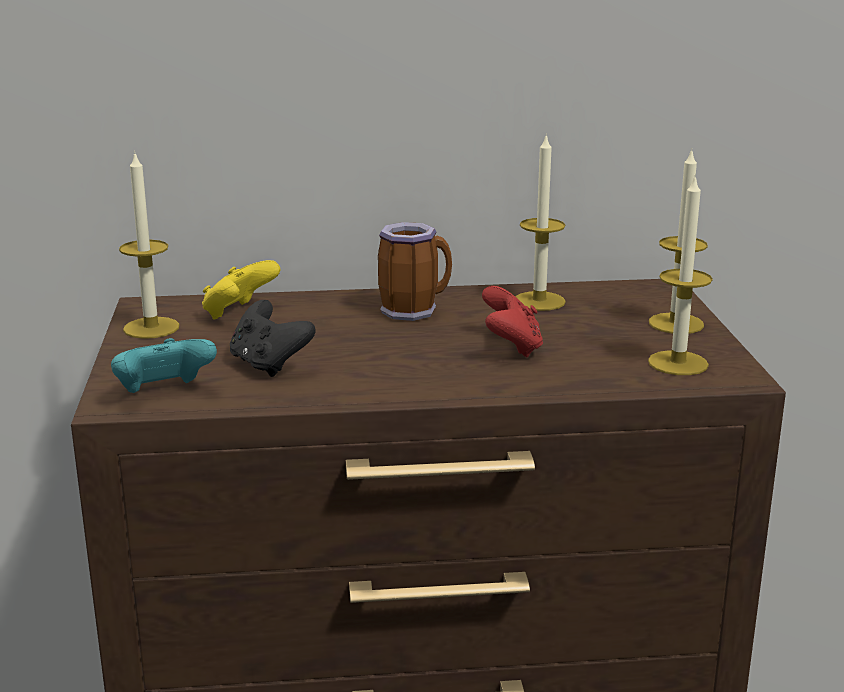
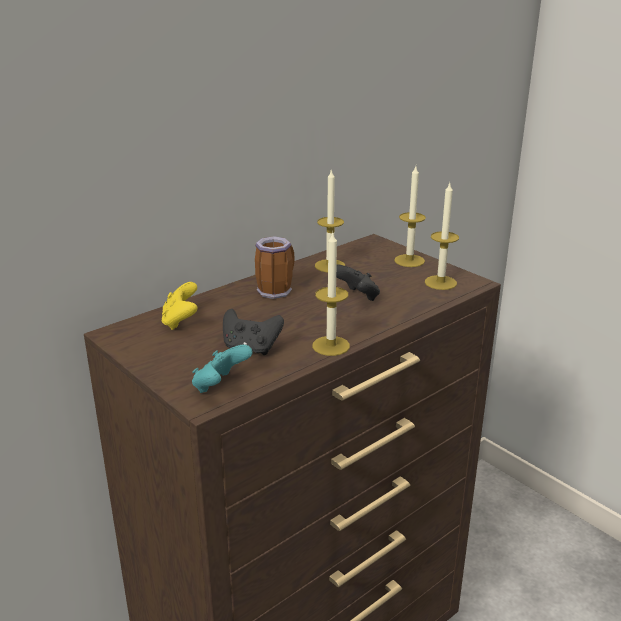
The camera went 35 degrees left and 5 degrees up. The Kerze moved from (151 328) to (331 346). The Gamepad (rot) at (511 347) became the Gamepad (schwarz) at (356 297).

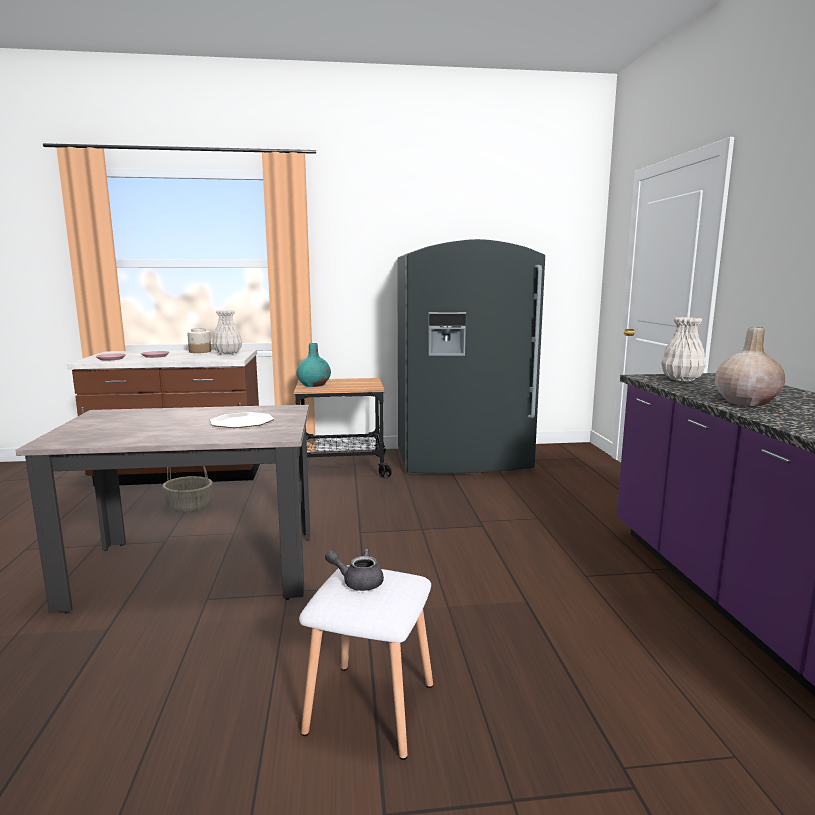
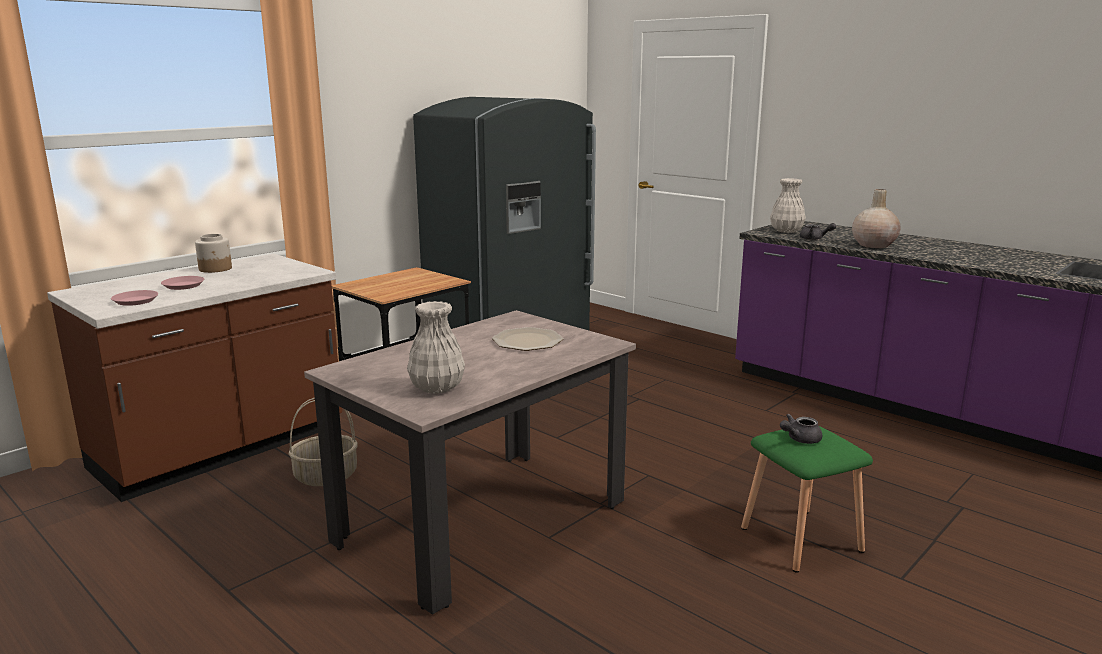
The camera went 40 degrees left and 5 degrees up. The Vase (türkis) at (314 385) disappeared. The Teekanne (grau) at (814 239) appeared. The Vase (weiß) moved from (227 353) to (436 388). The Hocker (weiß) at (368 708) became the Hocker (grün) at (800 540).

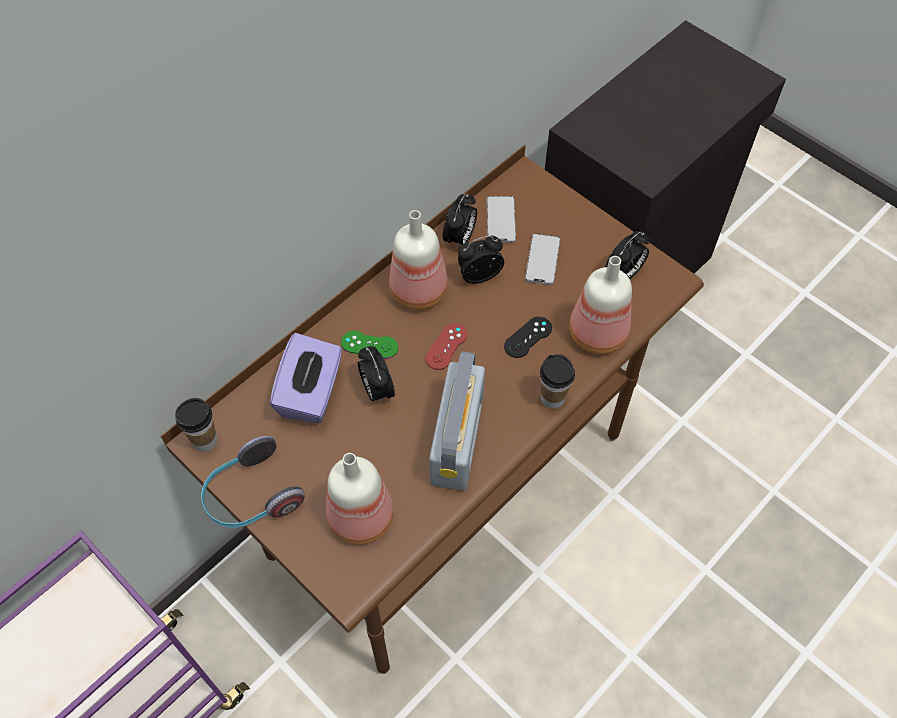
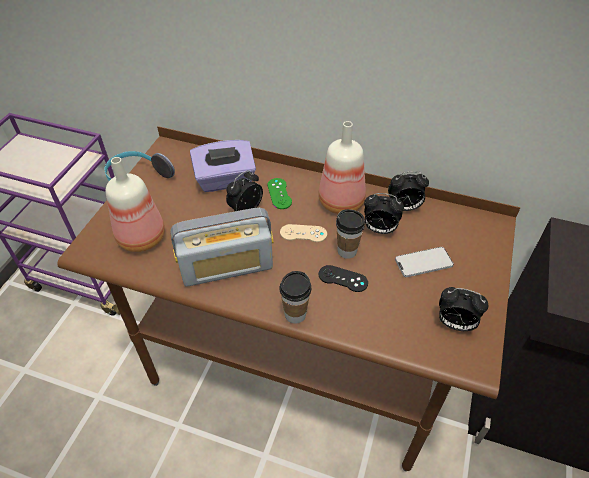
The camera went 65 degrees right and 10 degrees down. The Handy at (501 220) disappeared. The Flasche at (596 332) disappeared. The Tasse moved from (205 440) to (347 251). The Gamepad (rot) at (446 346) became the Gamepad (beige) at (303 233). The Wecker at (479 275) turned 150 degrees clockwise.

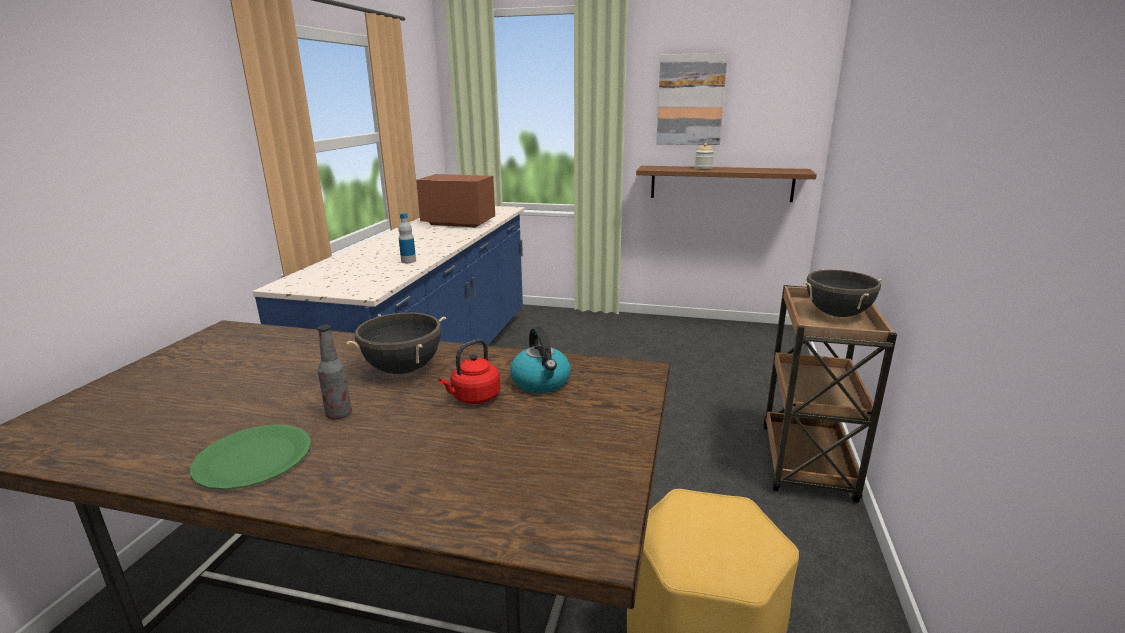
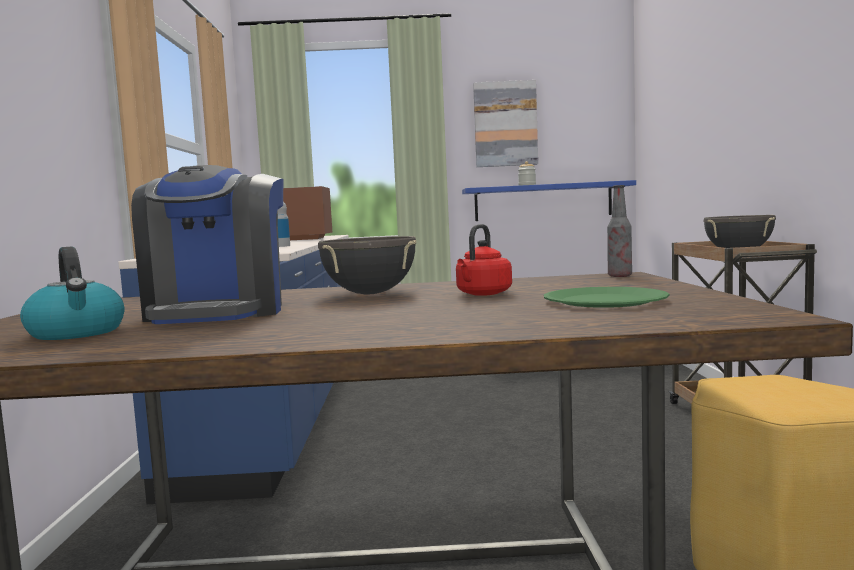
The camera went 15 degrees left and 15 degrees down. The Kaffeemaschine at (219 312) appeared. The Teller (grün) moved from (253 458) to (604 301). The Flasche moved from (339 414) to (619 276). The Wasserkessel moved from (541 382) to (77 333). The Wandregal (braun) at (721 183) became the Wandregal (blau) at (543 202).

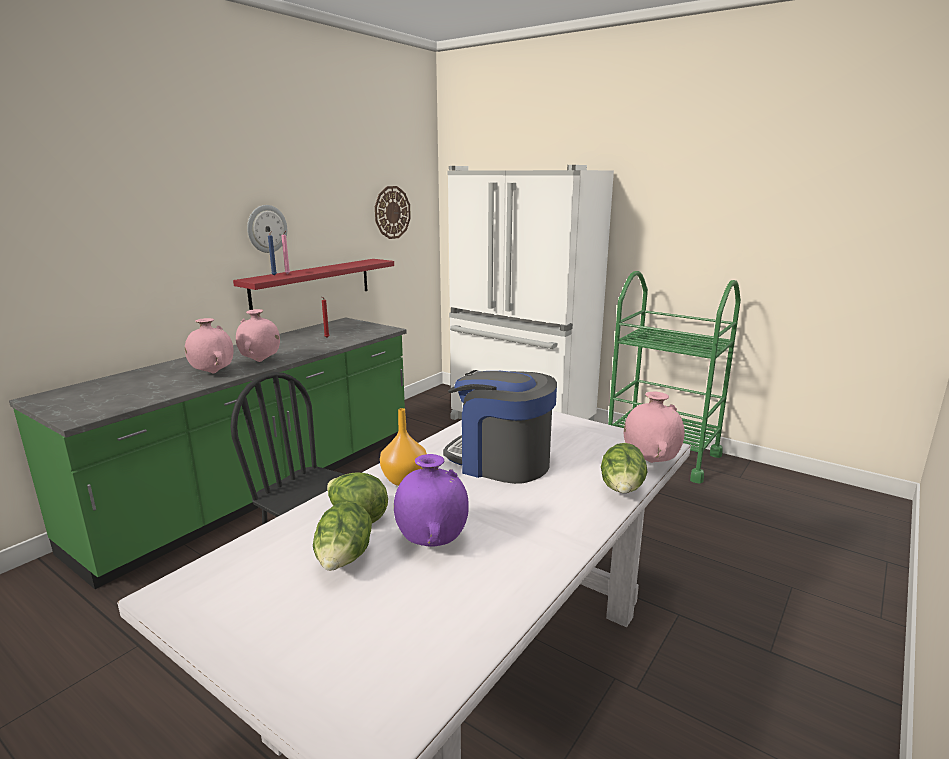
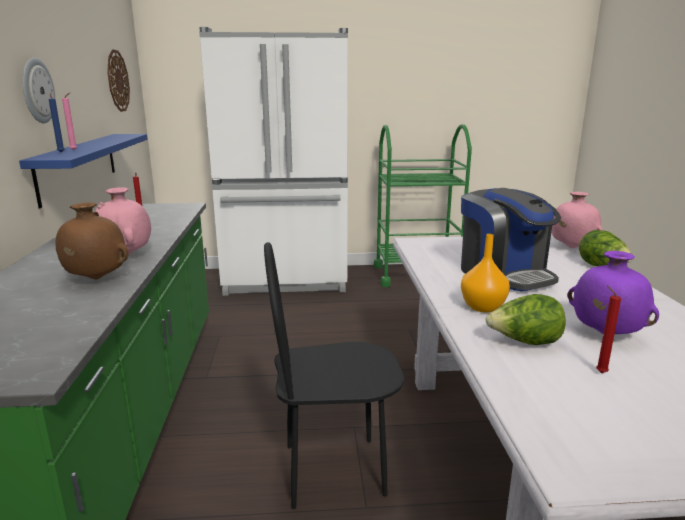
The camera went 40 degrees left and 0 degrees up. The Salatkopf at (344 561) was replaced by the Kerze (rot) at (599 372). The Vase (rosa) at (213 373) became the Vase (braun) at (96 279). The Wandregal (rot) at (312 285) became the Wandregal (blau) at (78 166). The Kaffeemaschine at (500 461) turned 105 degrees counterclockwise.

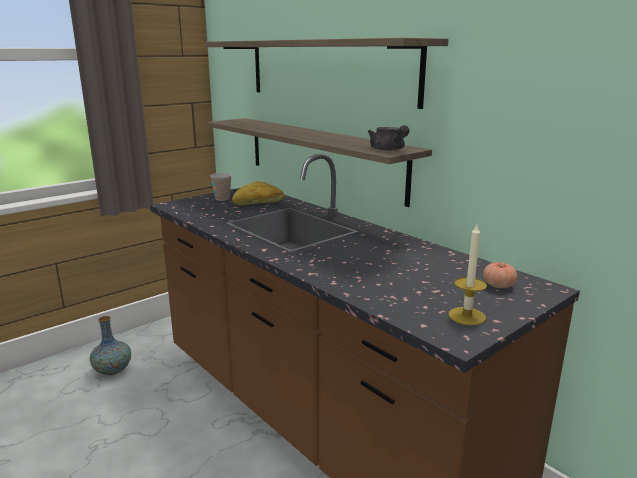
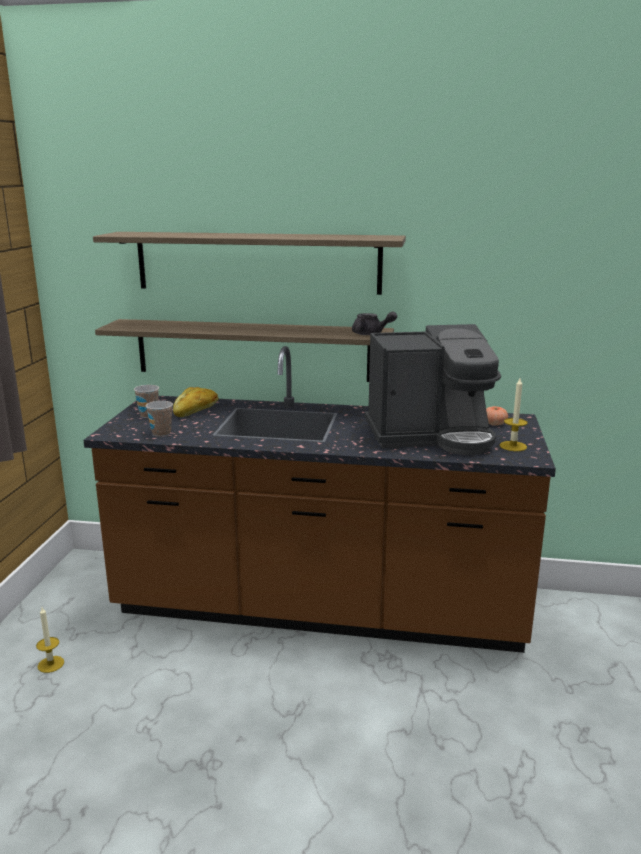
The camera went 40 degrees left and 0 degrees up. The Tasse at (161 433) appeared. The Kaffeemaschine at (431 436) appeared. The Vase at (113 370) was replaced by the Kerze at (51 664).

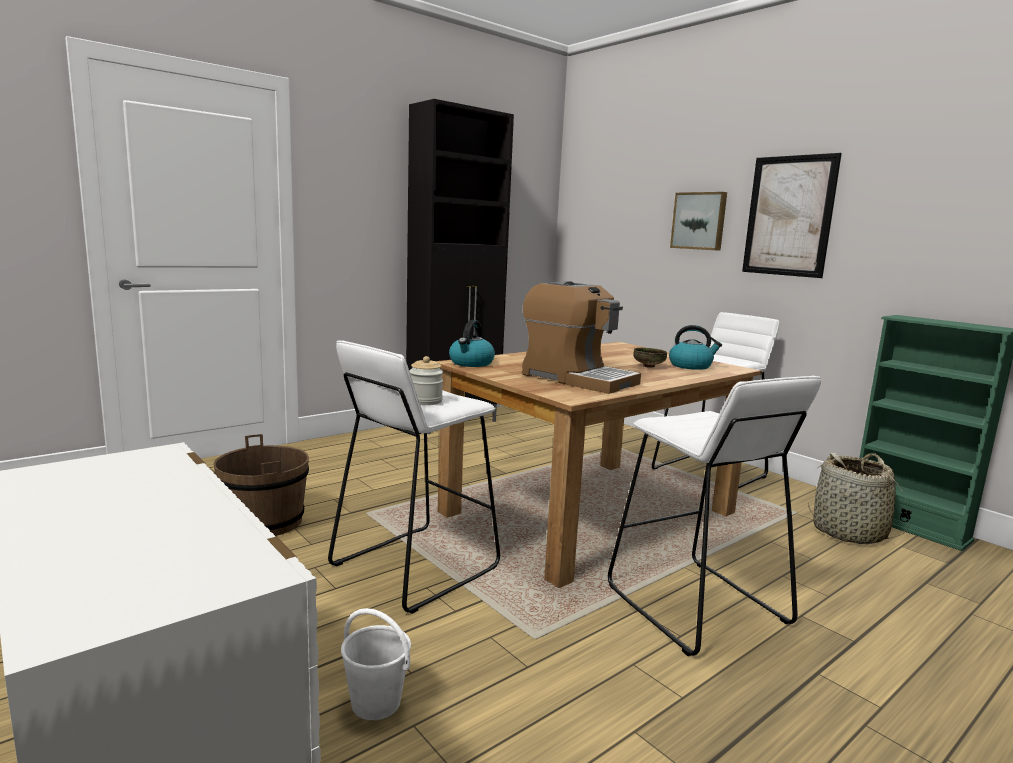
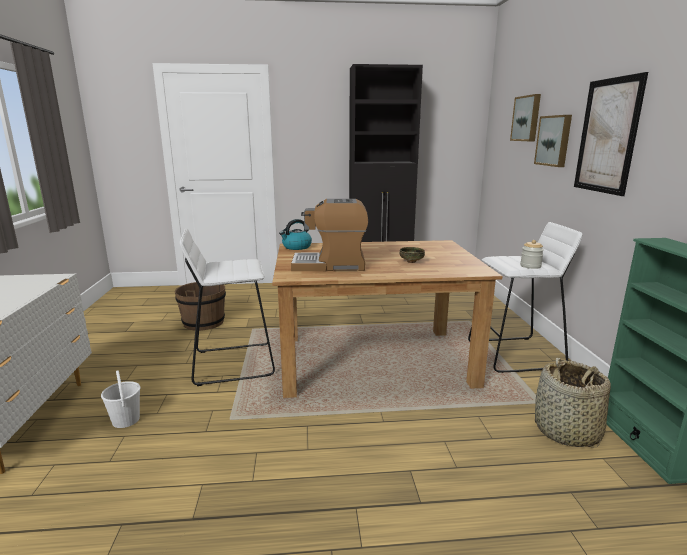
The camera went 35 degrees right and 5 degrees up. The Hocker (weiß) at (695 606) disappeared. The Wasserkessel at (691 366) disappeared. The Bild at (527 118) appeared. The Vorratsglas moved from (425 401) to (530 266). The Kaffeemaschine at (577 379) turned 105 degrees clockwise.

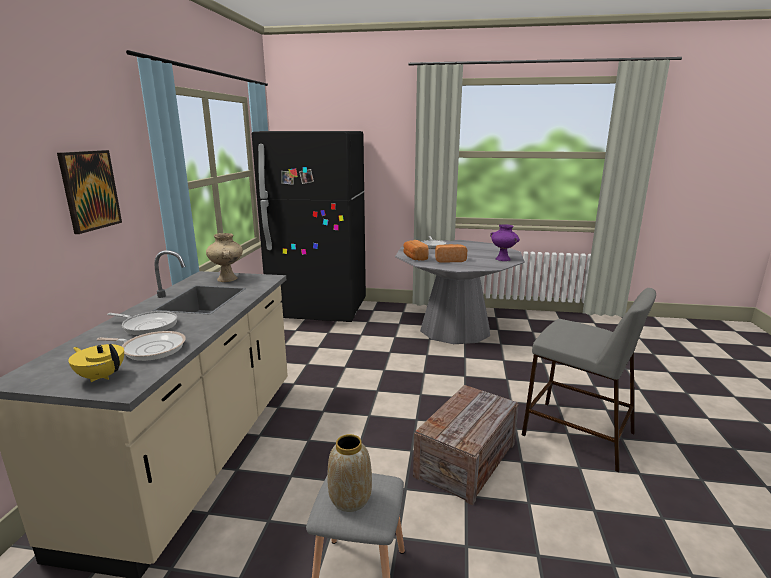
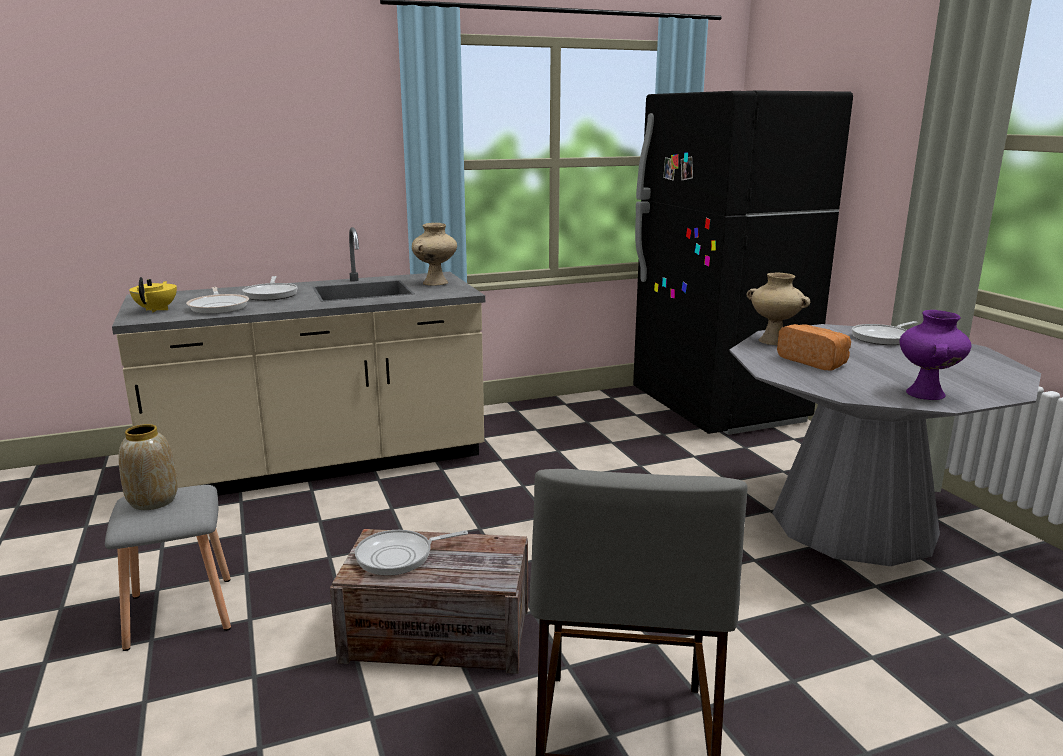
The camera went 60 degrees right and 0 degrees up. The Bild at (90 190) disappeared. The Pfanne at (399 556) appeared. The Brot at (414 257) was replaced by the Vase (beige) at (774 341).

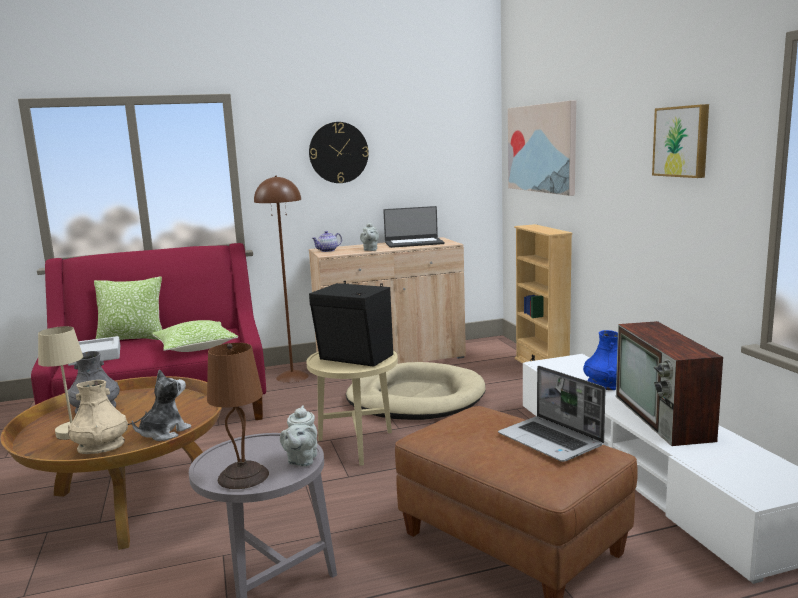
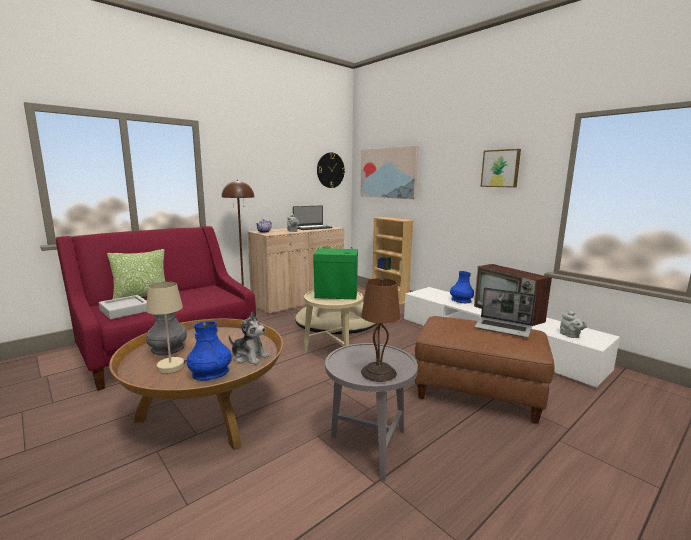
The camera went 25 degrees left and 0 degrees up. The Kissen at (195 347) disappeared. The Teekanne (grau) moved from (301 460) to (570 336). The Wanduhr moved from (338 152) to (330 170). The Vase (beige) at (101 447) became the Vase (blau) at (210 373). The Lautsprecher (schwarz) at (355 358) became the Lautsprecher (grün) at (337 295). The Plüschtier at (164 433) turned 105 degrees clockwise.

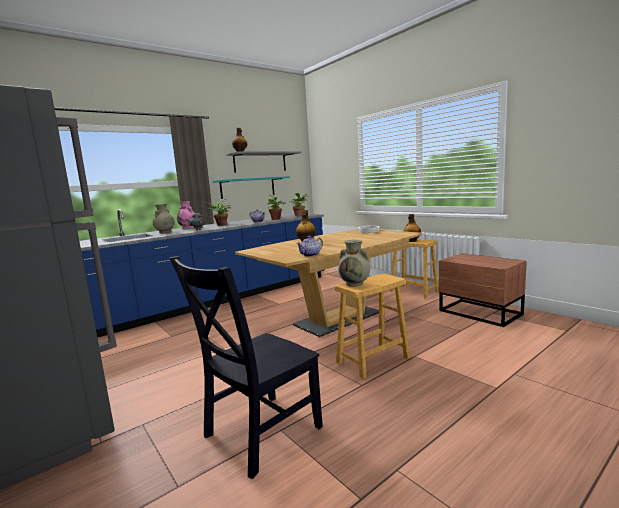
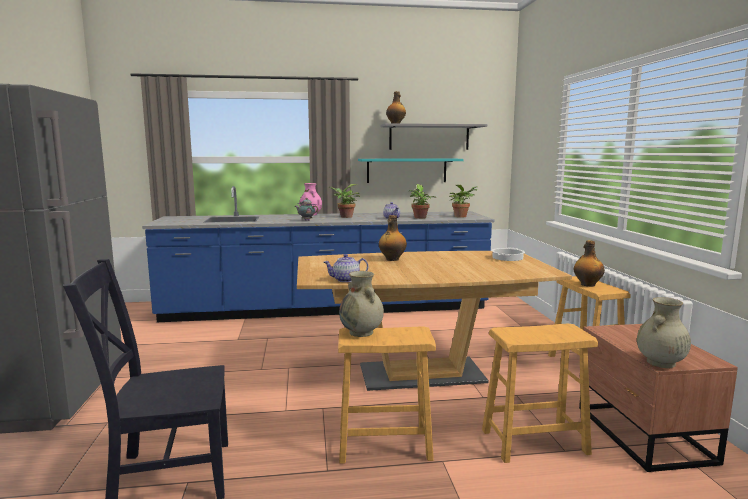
The camera went 30 degrees right and 0 degrees up. The Hocker (braun) at (534 442) appeared. The Vase (beige) moved from (164 232) to (660 363).

